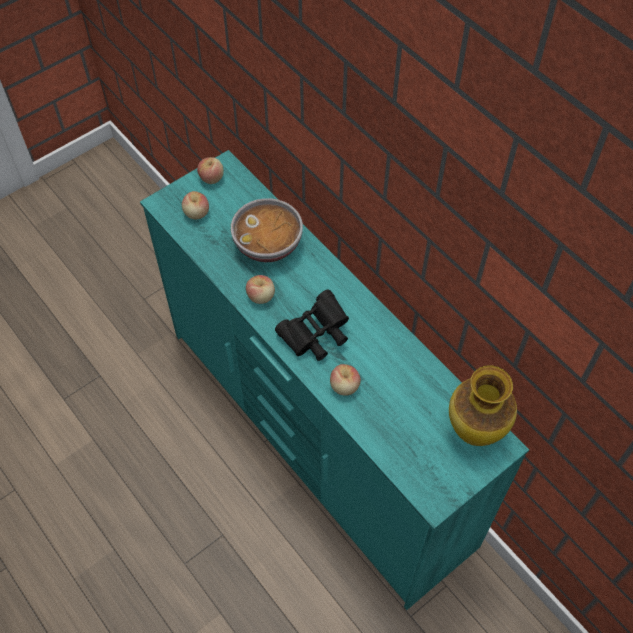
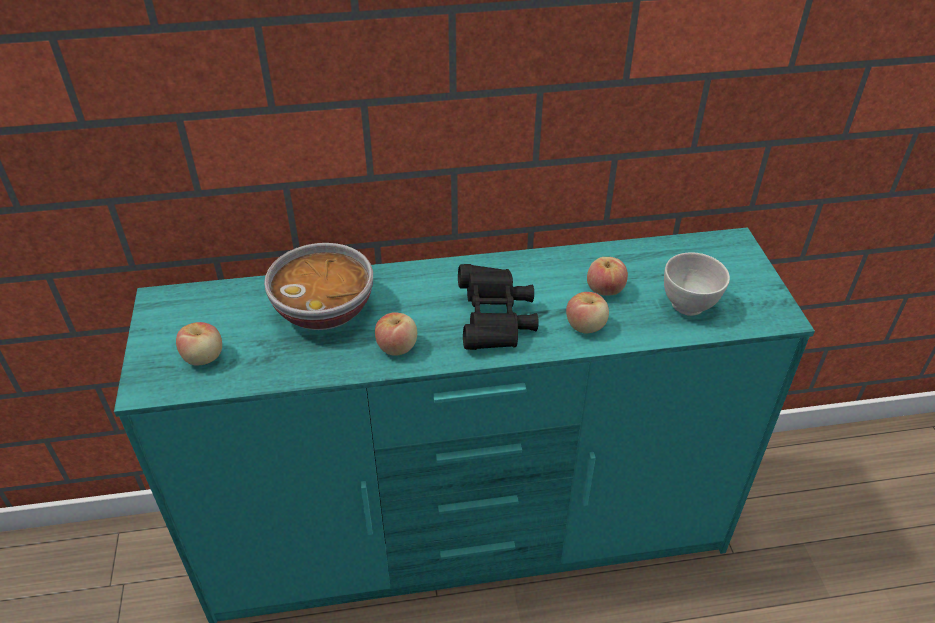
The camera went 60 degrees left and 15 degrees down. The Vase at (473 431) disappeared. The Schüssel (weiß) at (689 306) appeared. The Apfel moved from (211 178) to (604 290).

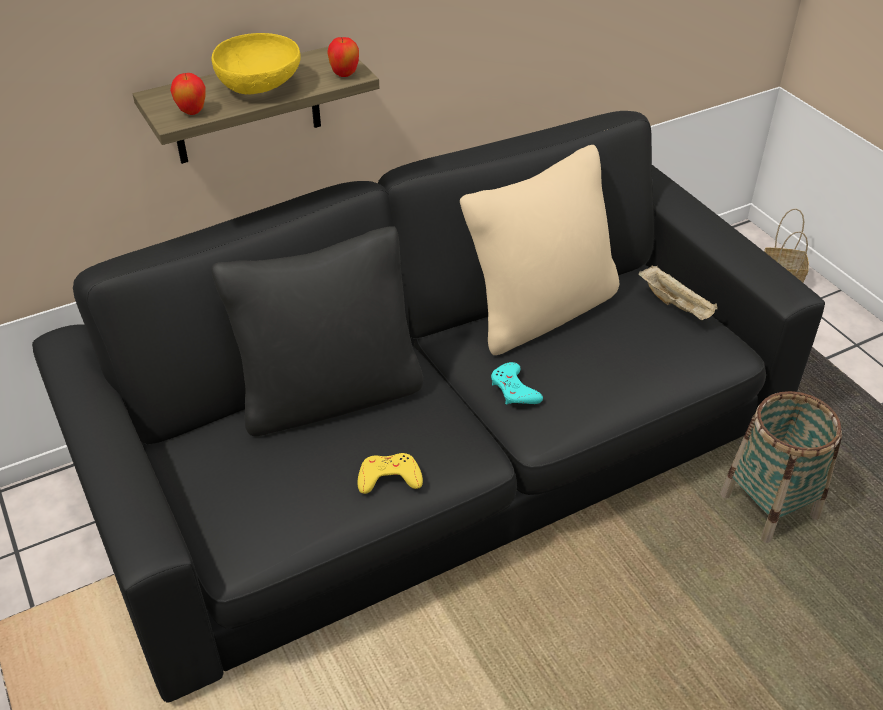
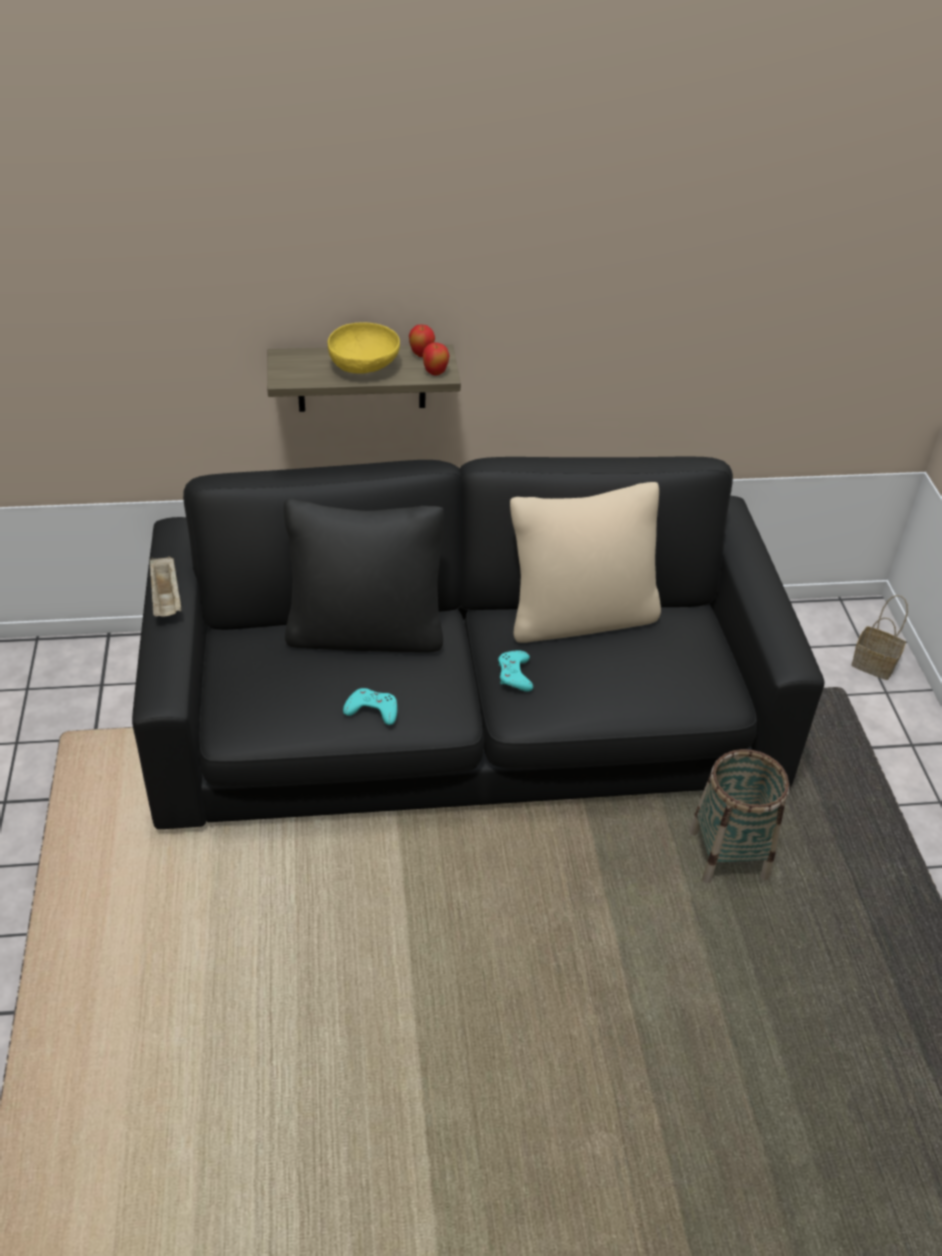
The camera went 20 degrees right and 0 degrees up. The Apfel moved from (192 112) to (421 355). The Tablett (beige) moved from (676 305) to (166 598). The Gamepad (gelb) at (389 478) became the Gamepad (türkis) at (372 710).

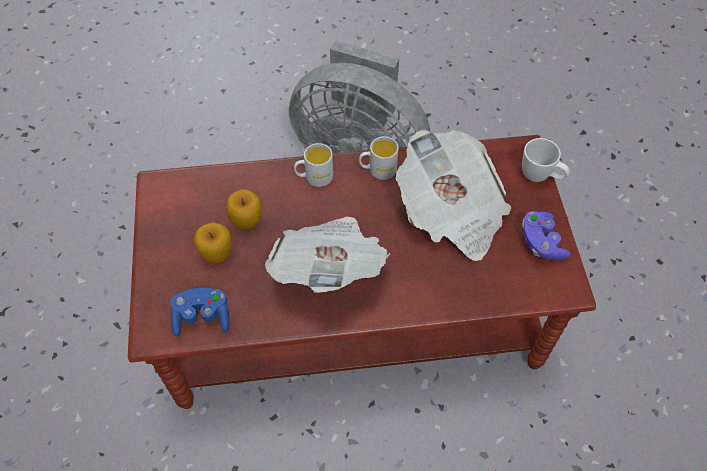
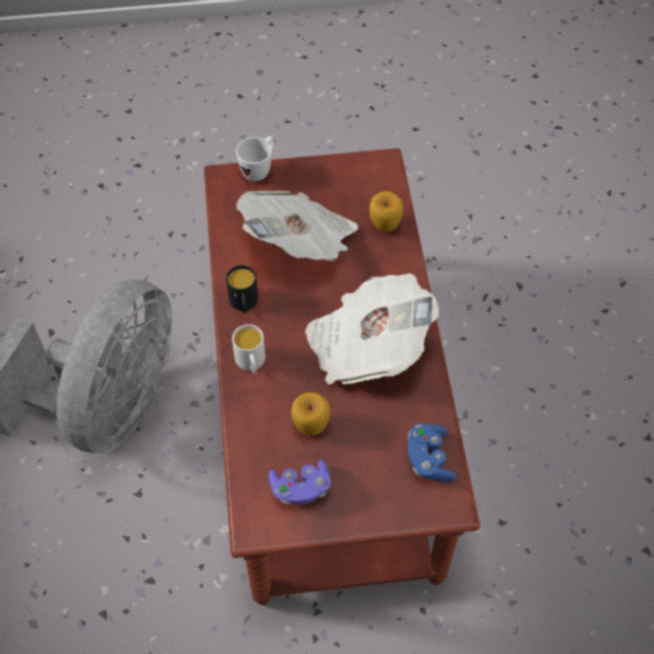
The camera went 90 degrees left and 0 degrees up. The Apfel moved from (217 255) to (385 225). The Gamepad (lila) moved from (541 243) to (300 488). The Henkelbecher (weiß) at (377 170) became the Henkelbecher (schwarz) at (244 303).

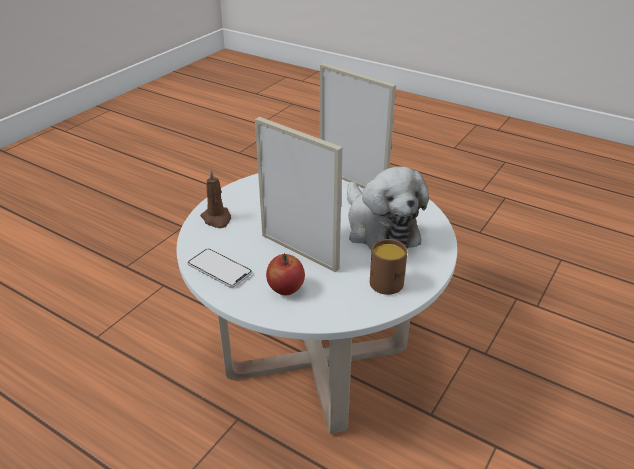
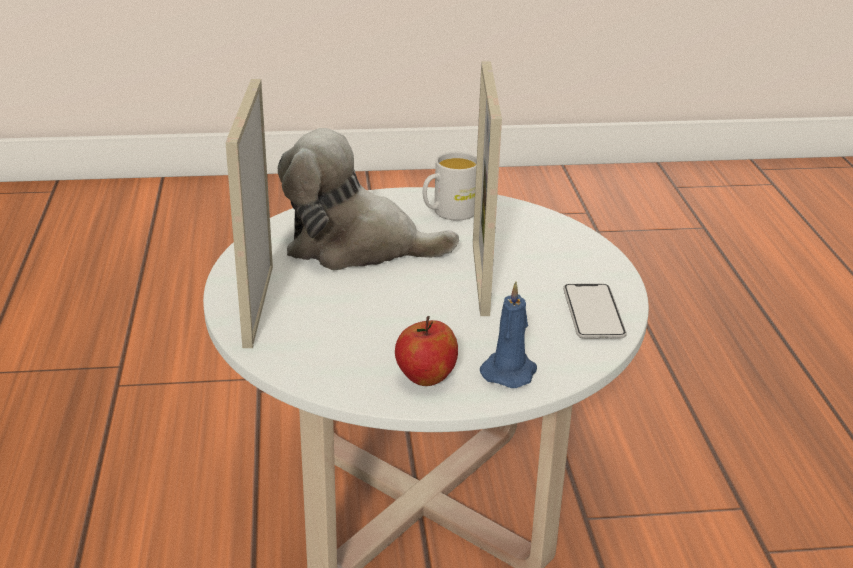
The camera went 130 degrees left and 5 degrees down. The Apfel moved from (286 289) to (425 378). The Kerze (braun) at (217 219) became the Kerze (blau) at (510 371). The Henkelbecher (braun) at (386 279) became the Henkelbecher (weiß) at (448 213). The Plüschtier at (379 228) turned 105 degrees counterclockwise.

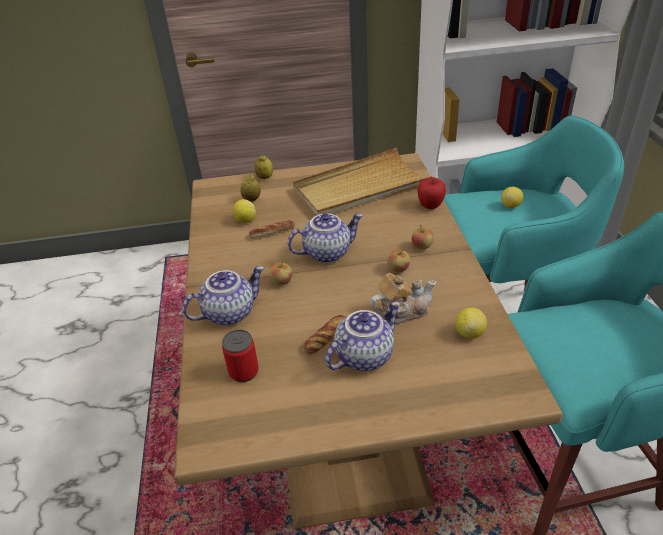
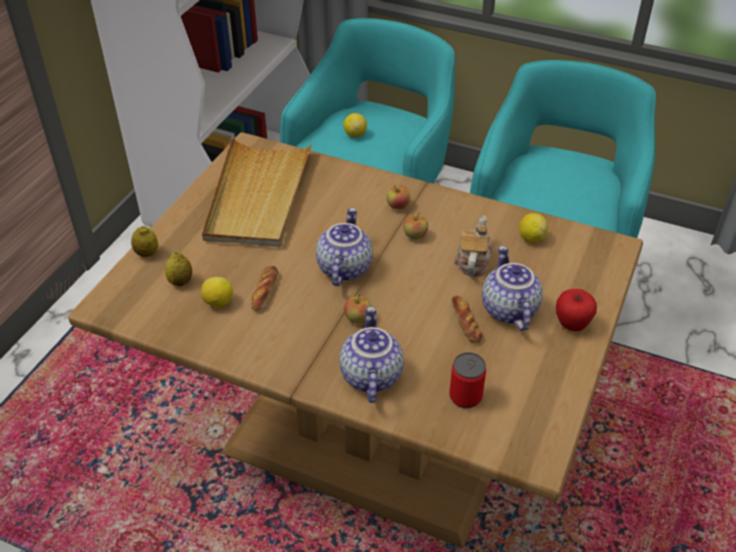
The camera went 60 degrees left and 5 degrees up. The Apfel moved from (430 206) to (572 325).

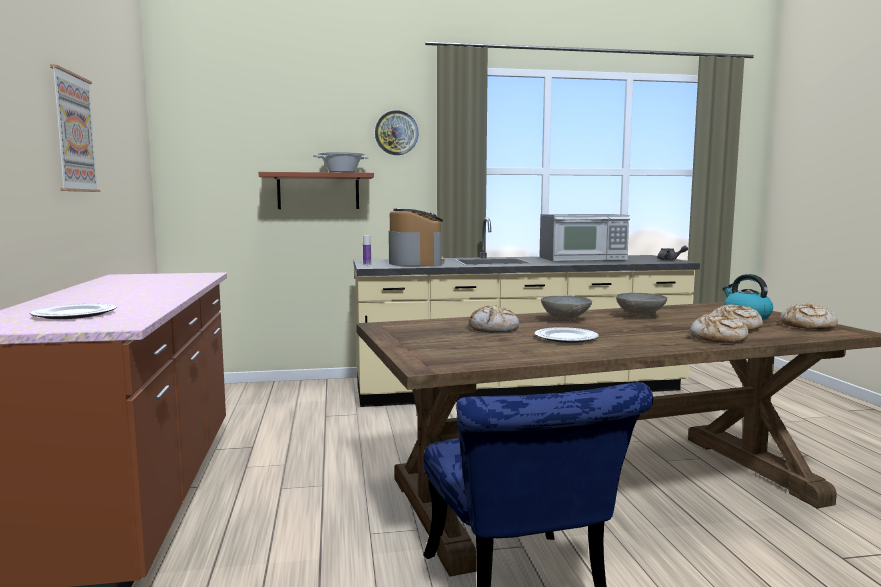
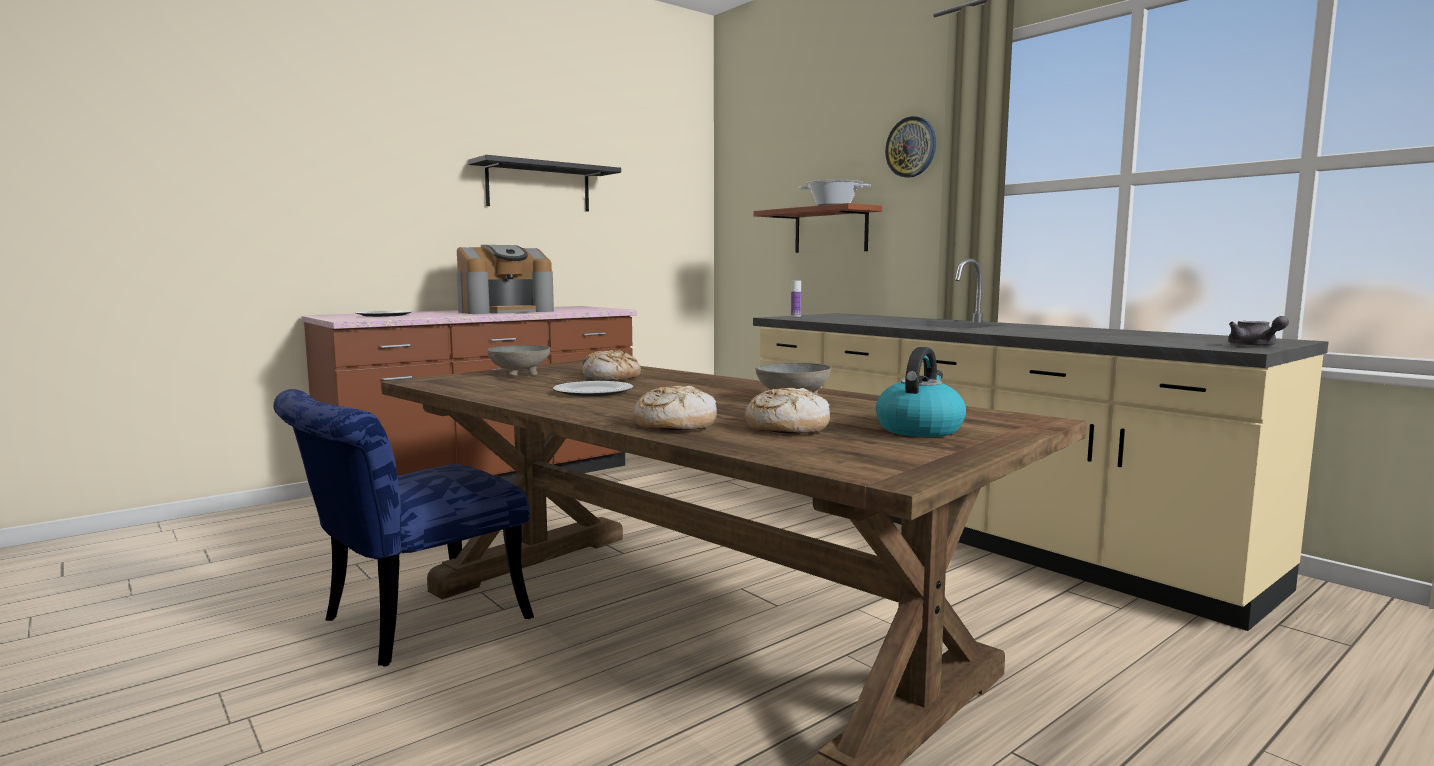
The camera went 60 degrees right and 0 degrees up. The Mikrowelle at (583 258) disappeared. The Brot at (807 326) disappeared. The Kaffeemaschine moved from (416 262) to (505 311). The Schüssel (grau) moved from (565 320) to (519 374). The Bild at (73 133) was replaced by the Wandregal (schwarz) at (538 187).

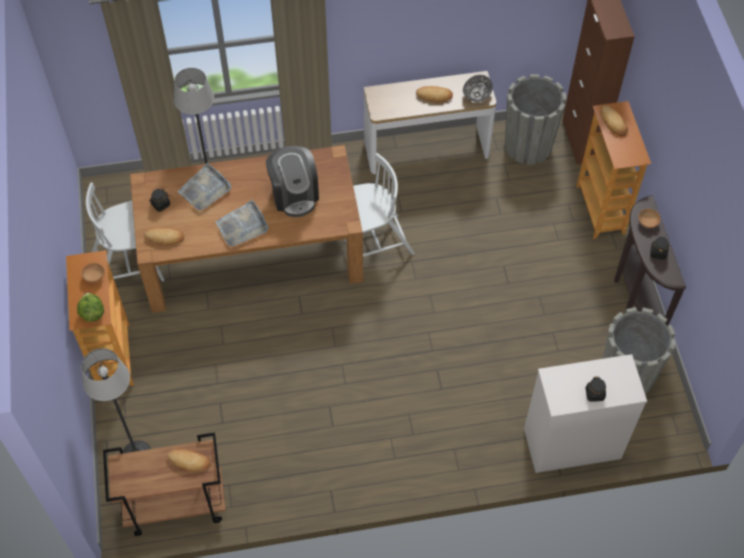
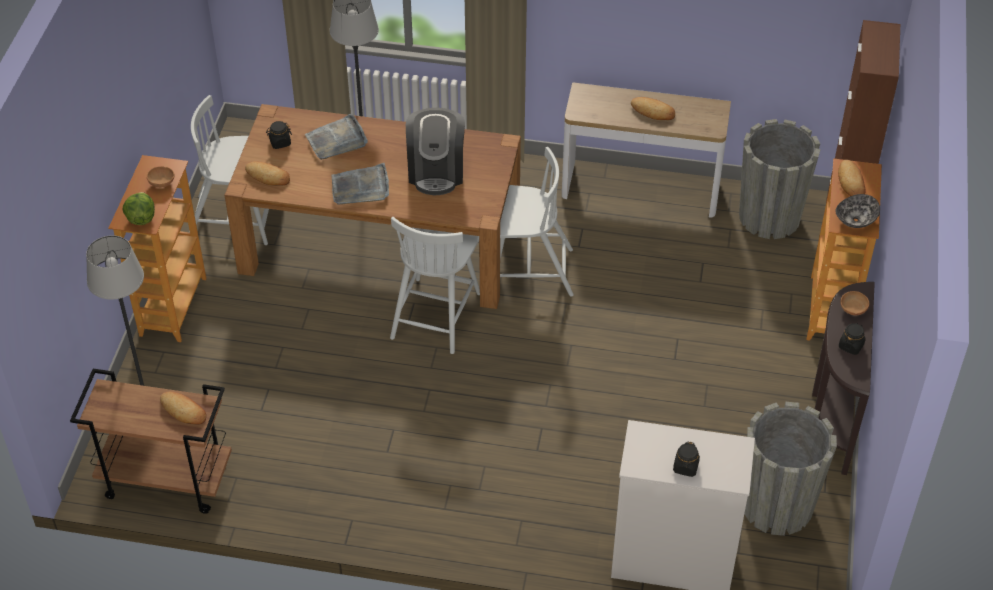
The camera went 20 degrees right and 10 degrees down. The Stuhl (weiß) at (436 314) appeared. The Schüssel moved from (477 95) to (856 220).

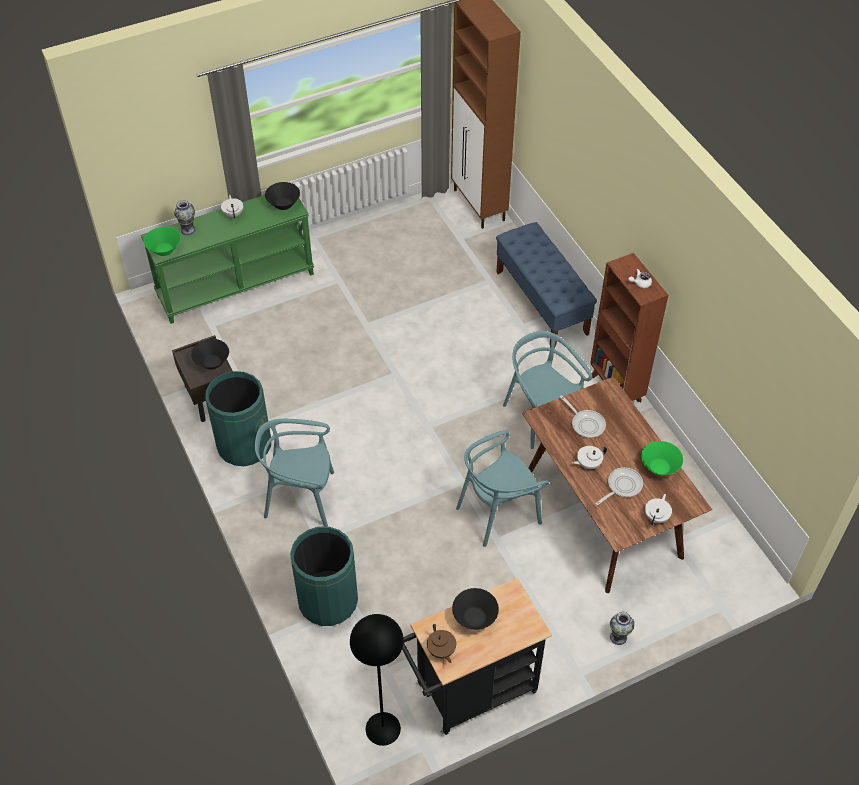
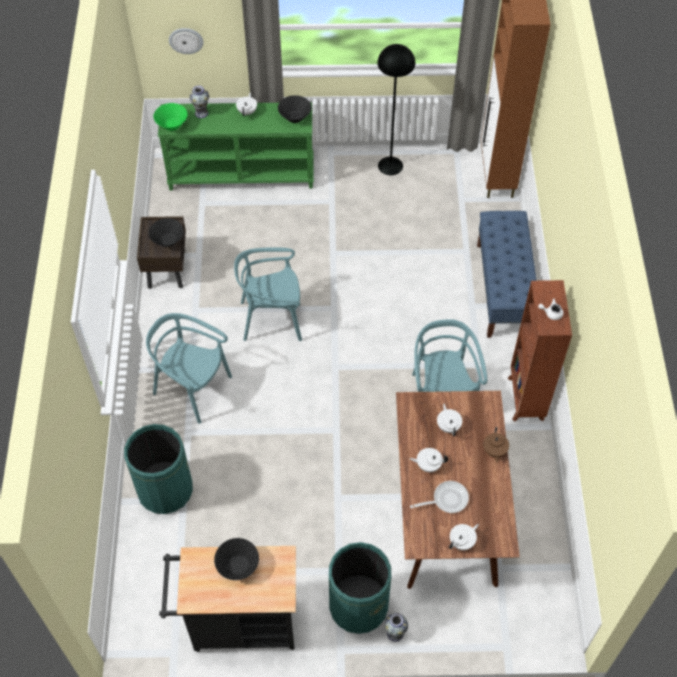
The camera went 25 degrees right and 5 degrees up. The Schüssel (grün) at (659 467) disappeared. The Wanduhr at (186 40) appeared. The Mülleimer (grün) moved from (244 445) to (358 605). The Stehlampe (schwarz) moved from (383 728) to (390 165). The Teekanne (braun) moved from (441 651) to (494 451). The Stuhl (türkis) moved from (498 512) to (272 318). The Pfanne at (586 424) was replaced by the Teekanne (weiß) at (448 426).

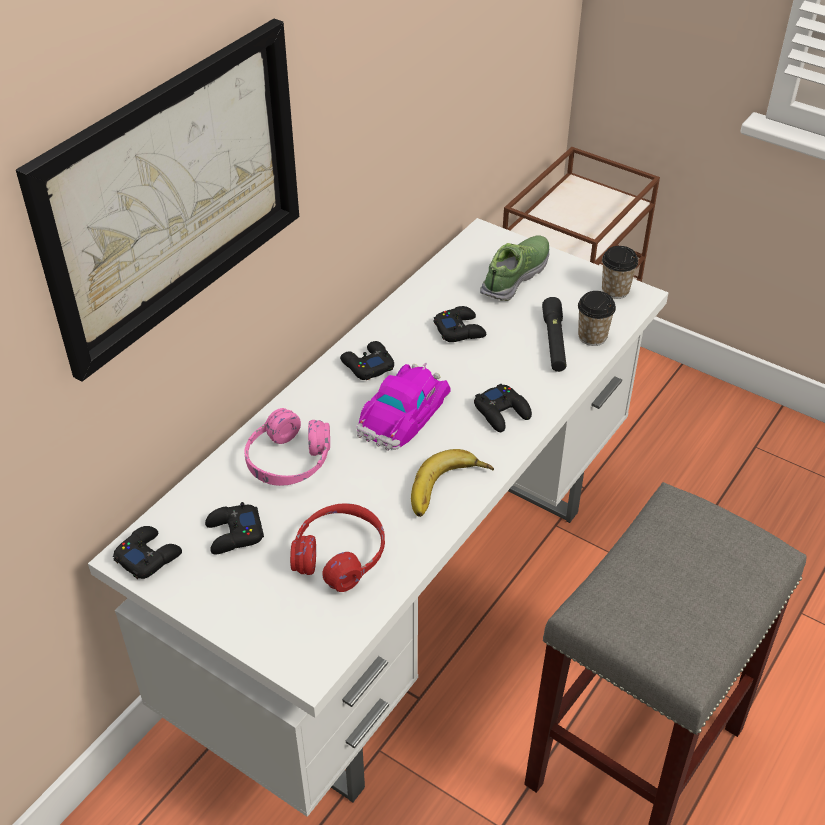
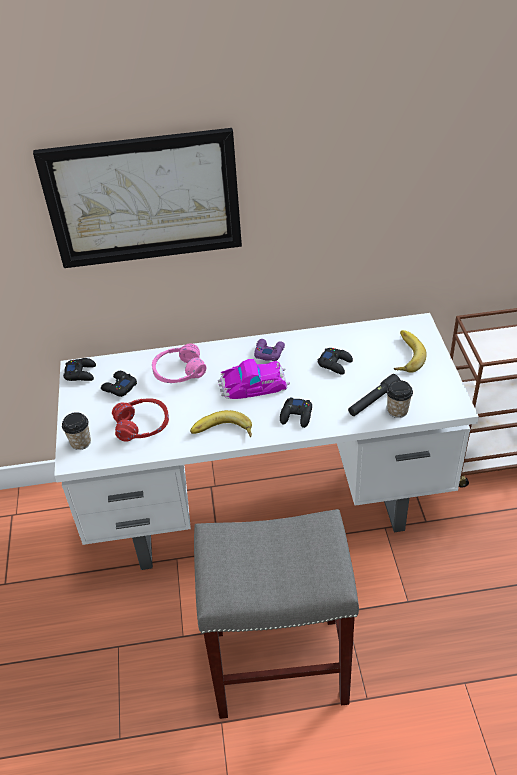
The camera went 50 degrees right and 0 degrees up. The Tasse moved from (615 290) to (81 442). The Schuh at (516 276) was replaced by the Banane at (404 355). The Gamepad (schwarz) at (367 365) became the Gamepad (lila) at (269 352).

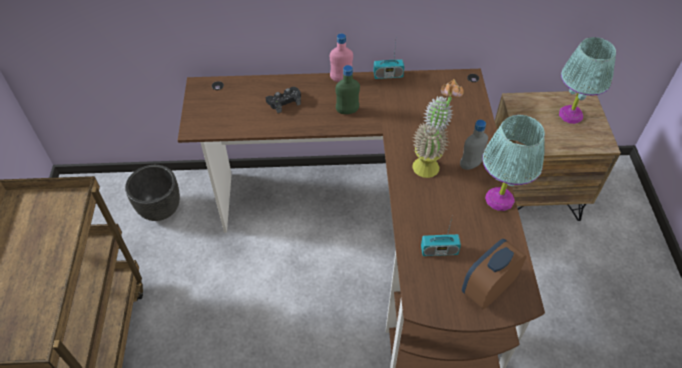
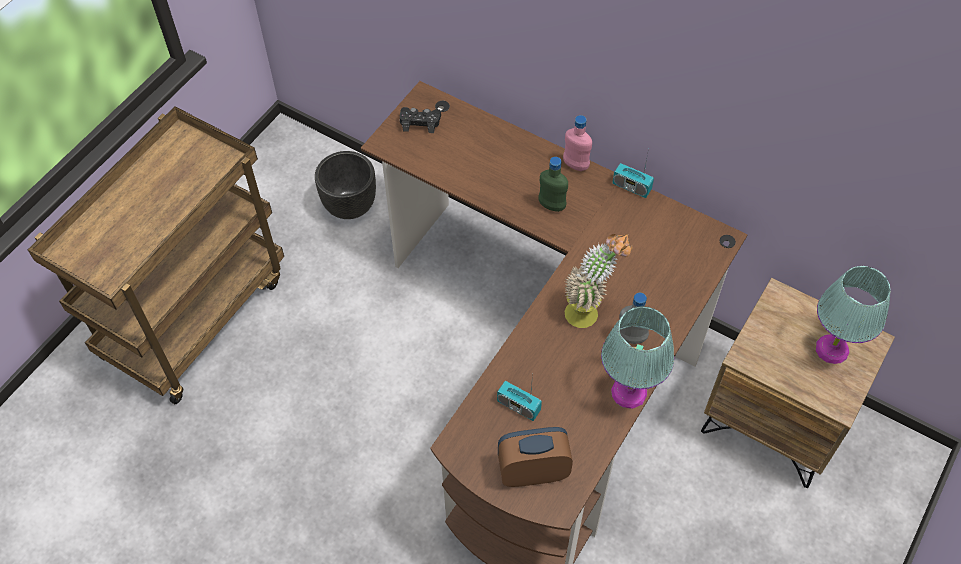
The camera went 35 degrees right and 5 degrees up. The Gamepad (schwarz) moved from (284 102) to (420 122).

